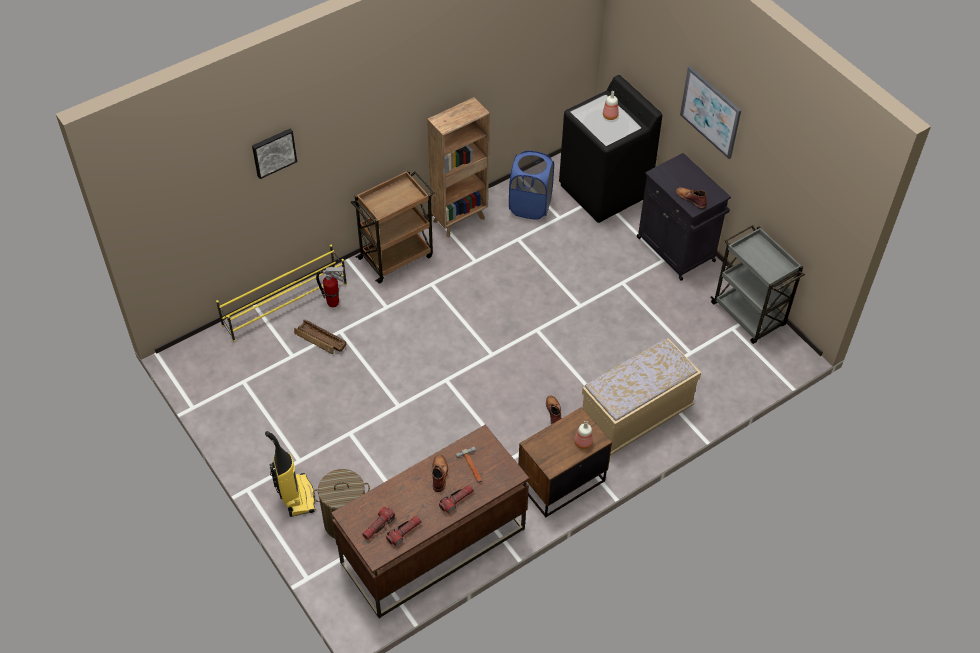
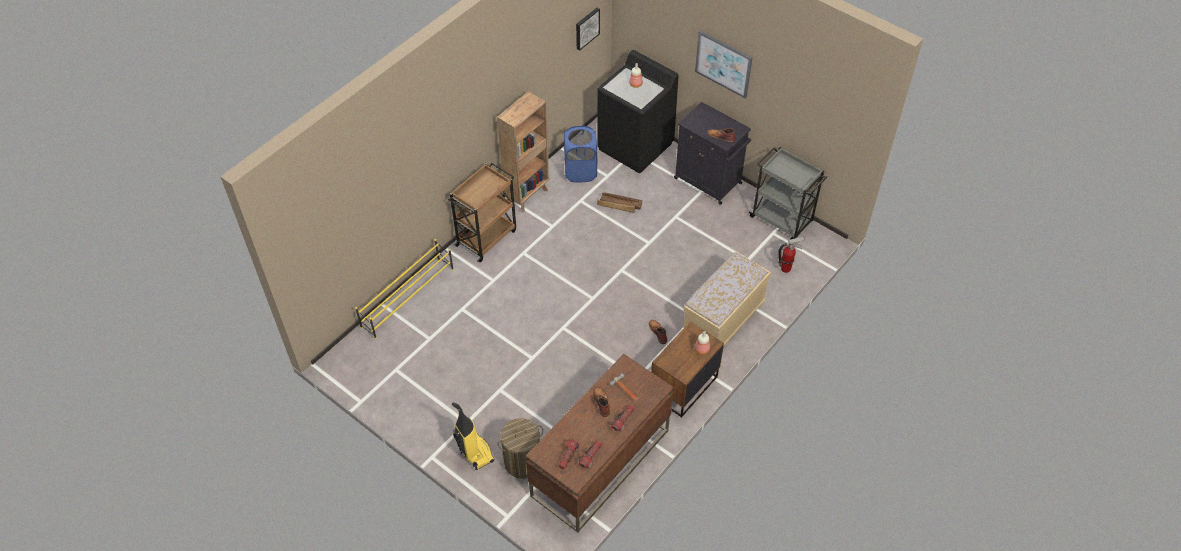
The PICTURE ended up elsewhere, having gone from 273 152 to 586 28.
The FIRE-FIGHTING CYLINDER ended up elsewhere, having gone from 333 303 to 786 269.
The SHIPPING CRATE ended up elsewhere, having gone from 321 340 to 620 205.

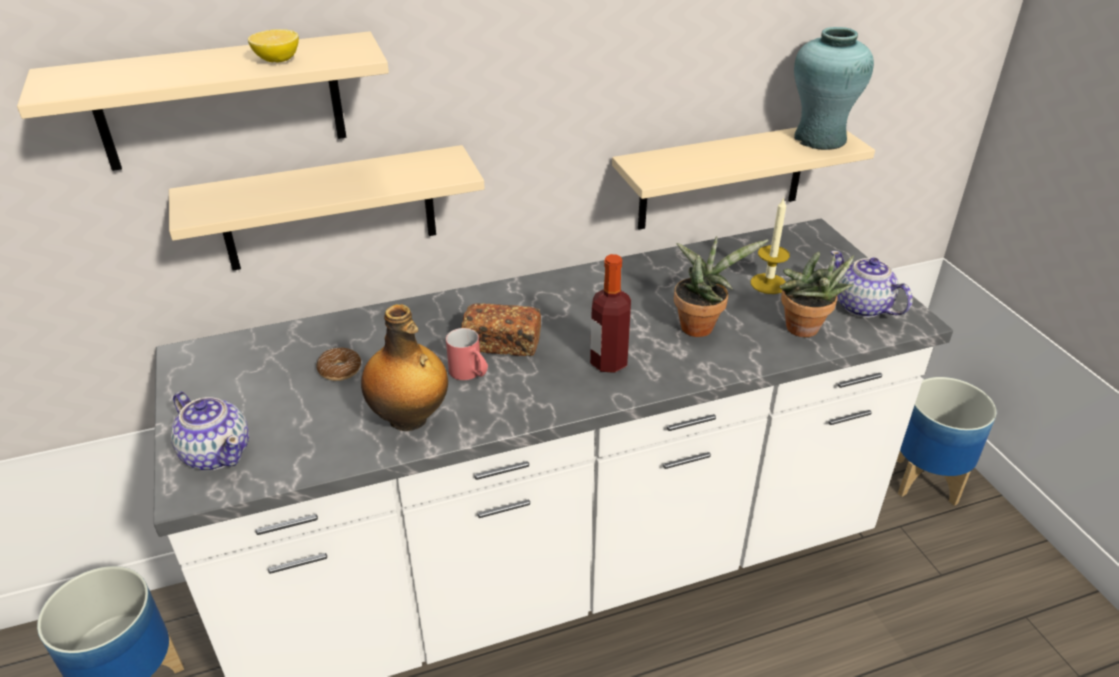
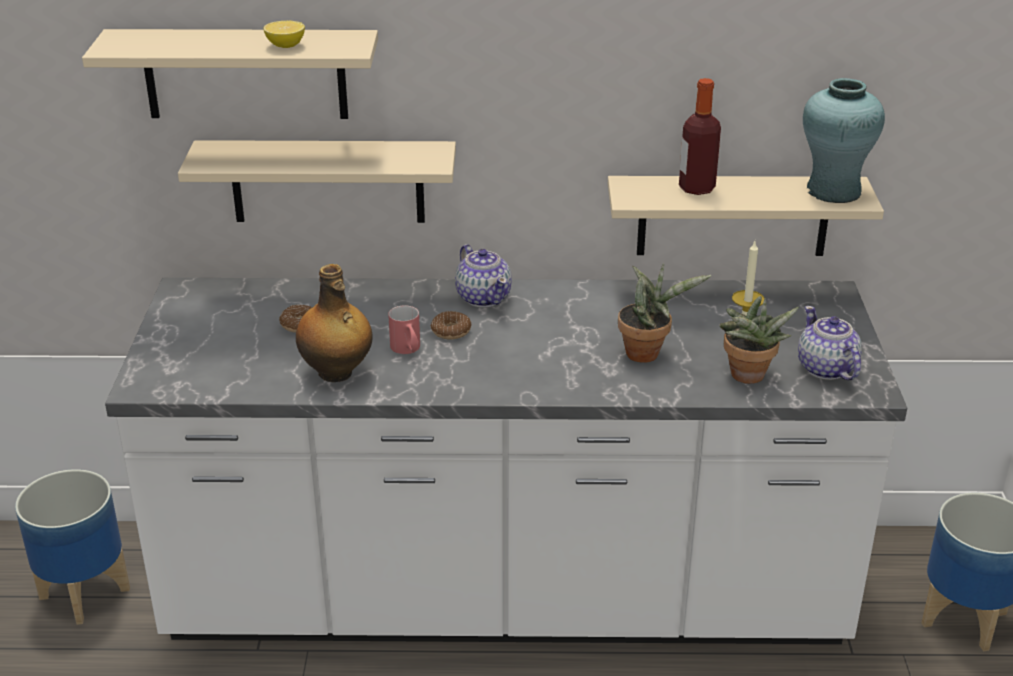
The BOTTLE ended up elsewhere, having gone from 608 362 to 696 188.
Where the BAKERY BREAD stood at 502 343, the DONUT came to stand at 451 331.
The TEA POT ended up elsewhere, having gone from 217 452 to 483 297.

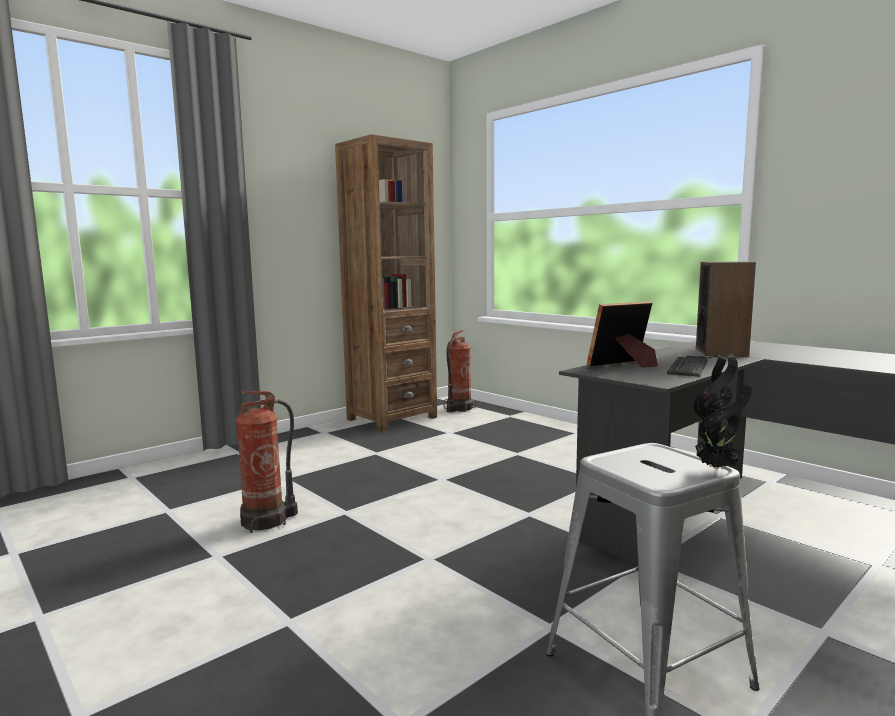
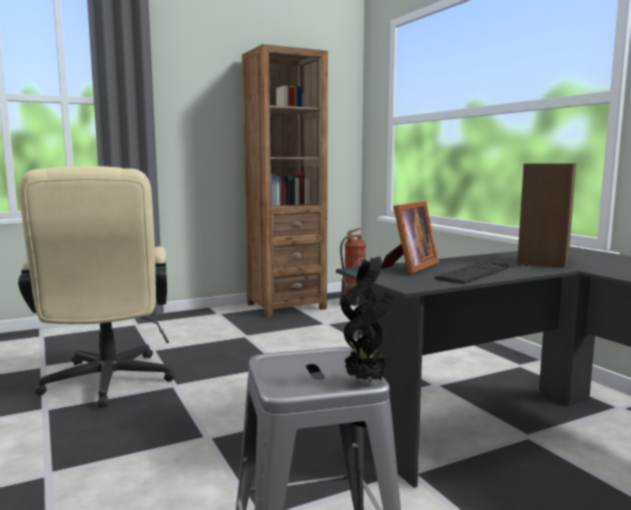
The PHOTO FRAME at 624 365 ended up facing another way, 135 degrees clockwise from before.
Where the FIRE-FIGHTING CYLINDER stood at 267 521, the BEIGE-COLOURED OFFICE CHAIR came to stand at 107 385.

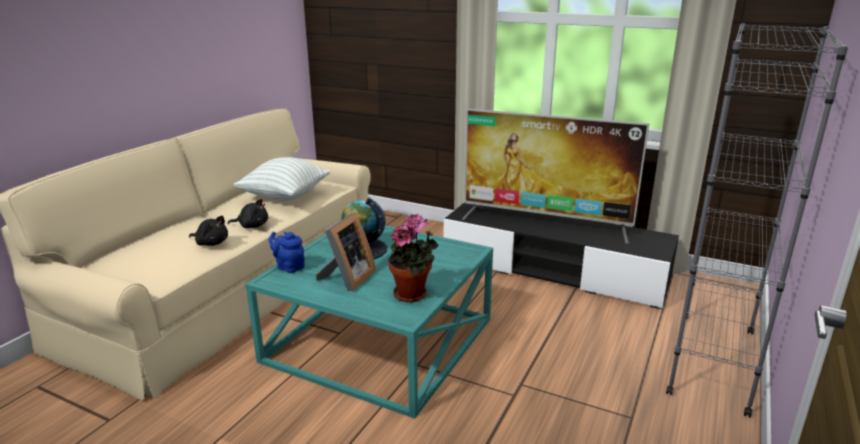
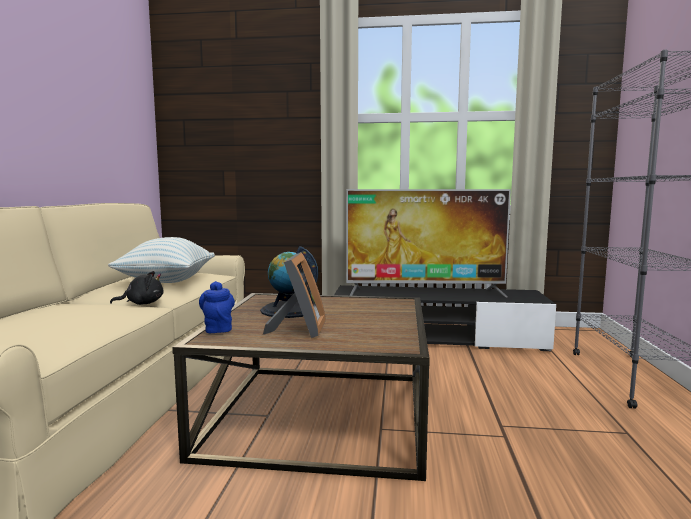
The second view lost the POTTED PLANT at 413 294.
The second view lost the BLACK-COLOURED PLUSH TOY at 211 243.
What was the TURQUOISE LOUNGE TABLE at 378 339 turned into the BROWN LOUNGE TABLE at 318 413.
The BLUE TEA POT at 289 267 ended up facing another way, 60 degrees clockwise from before.

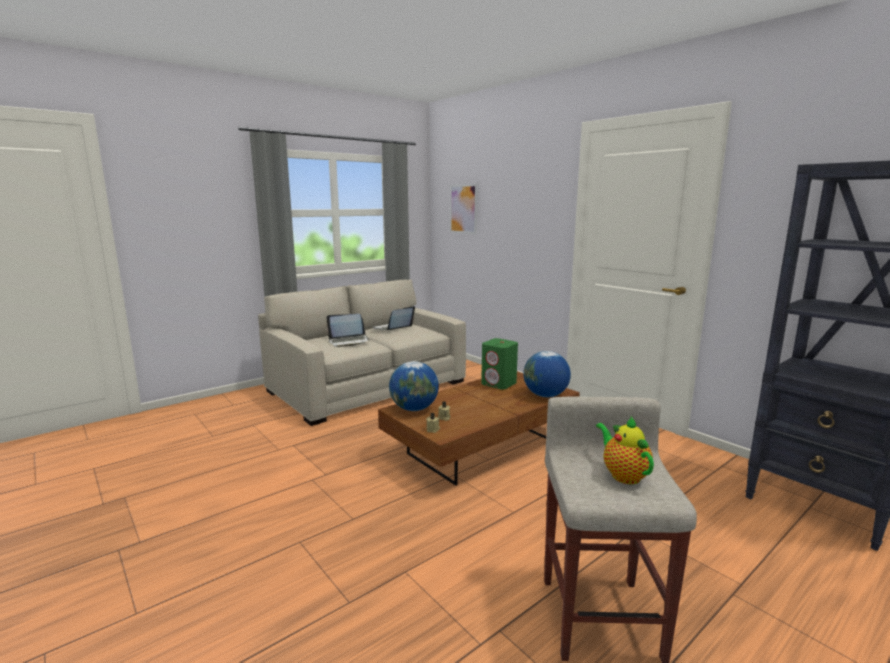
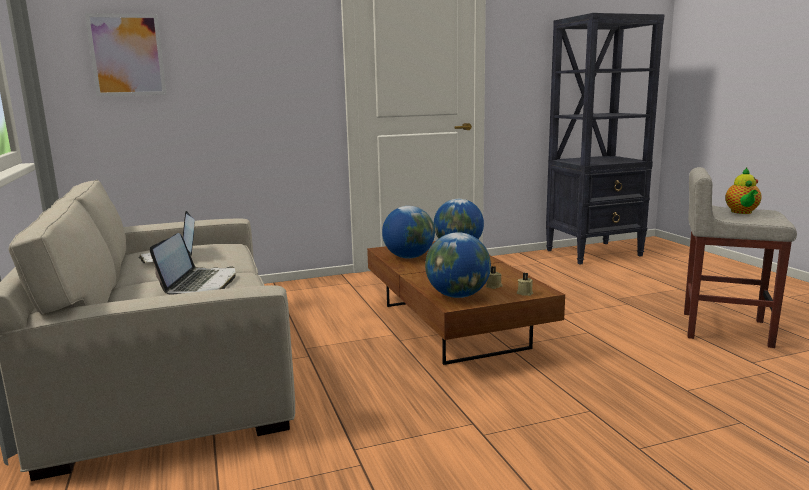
Where the GREEN SPEAKER stood at 499 384, the WORLD GLOBE came to stand at 409 257.
The TEA POT at 623 475 ended up facing another way, 75 degrees counterclockwise from before.

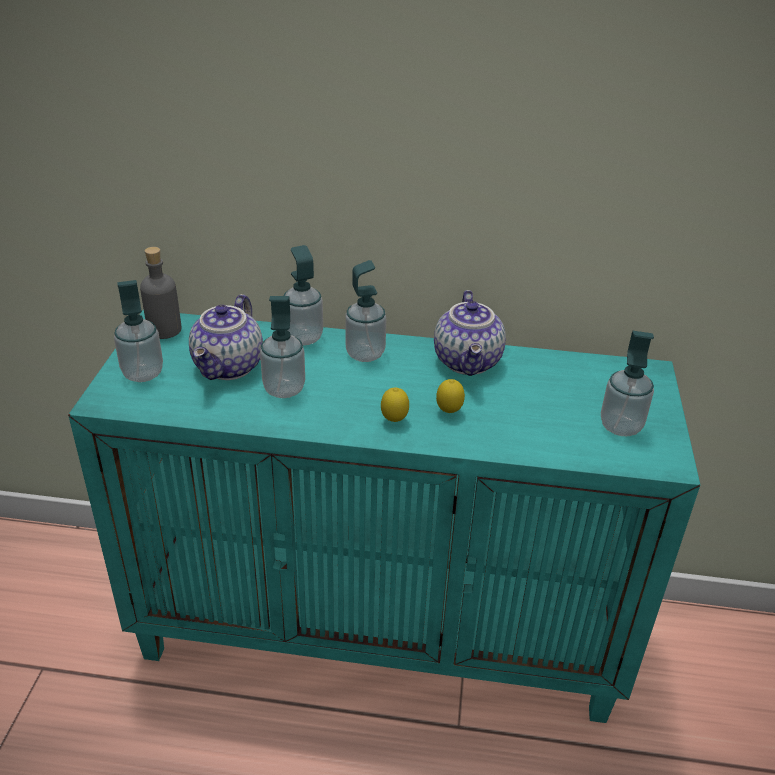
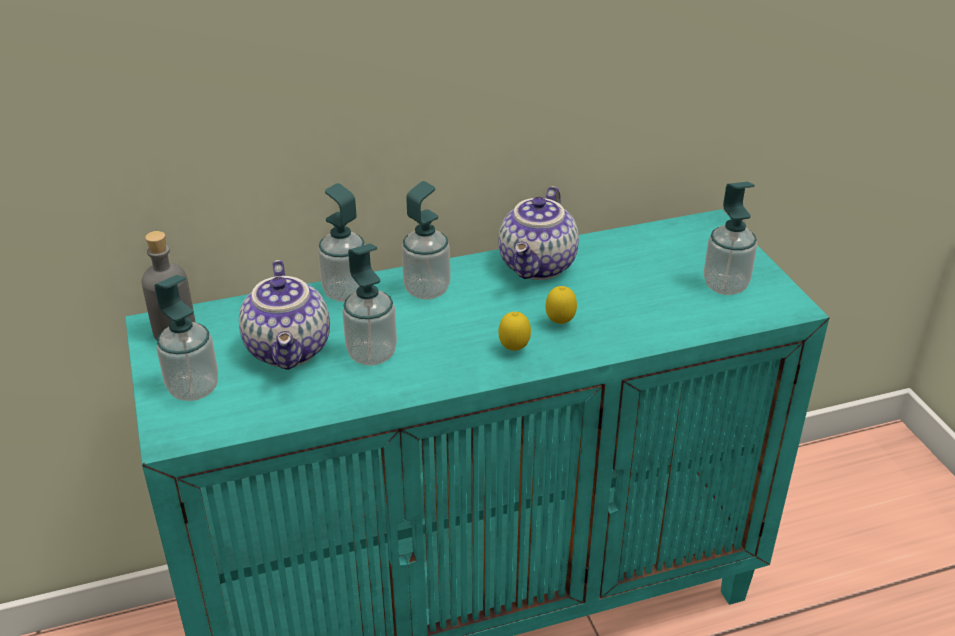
The TEA POT at 469 362 ended up facing another way, 45 degrees clockwise from before.

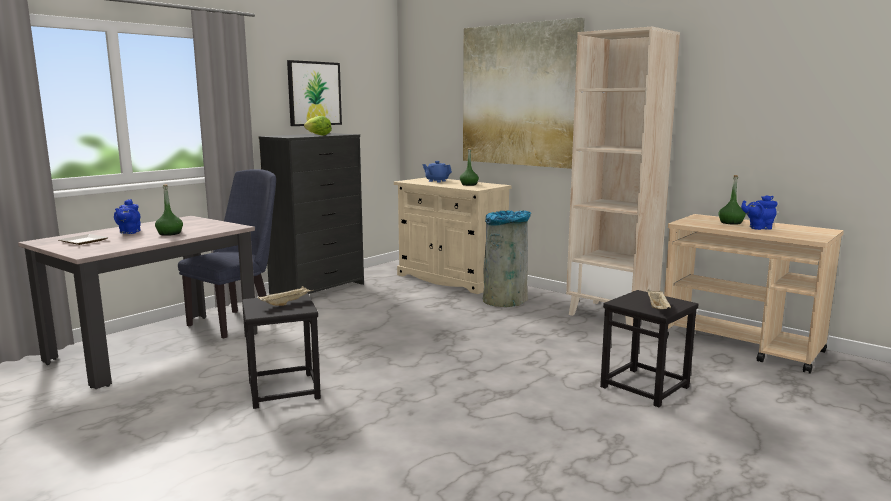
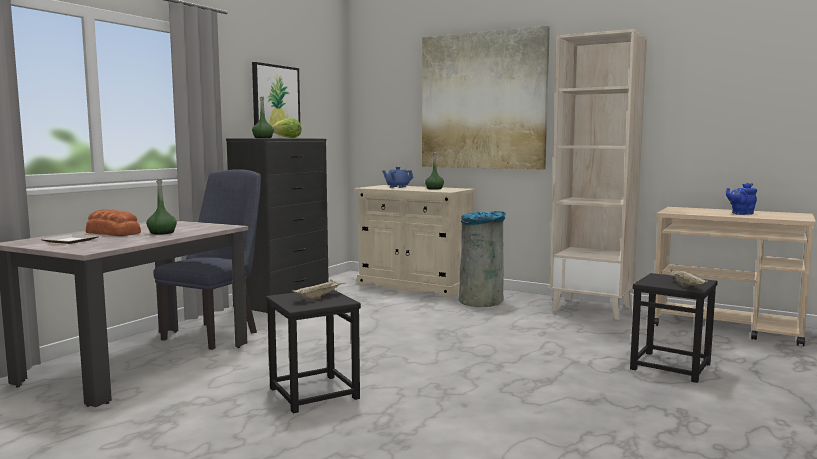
The GREEN BOTTLE ended up elsewhere, having gone from 731 223 to 263 138.
Where the BLUE TEA POT stood at 129 232, the BAKERY BREAD came to stand at 113 233.

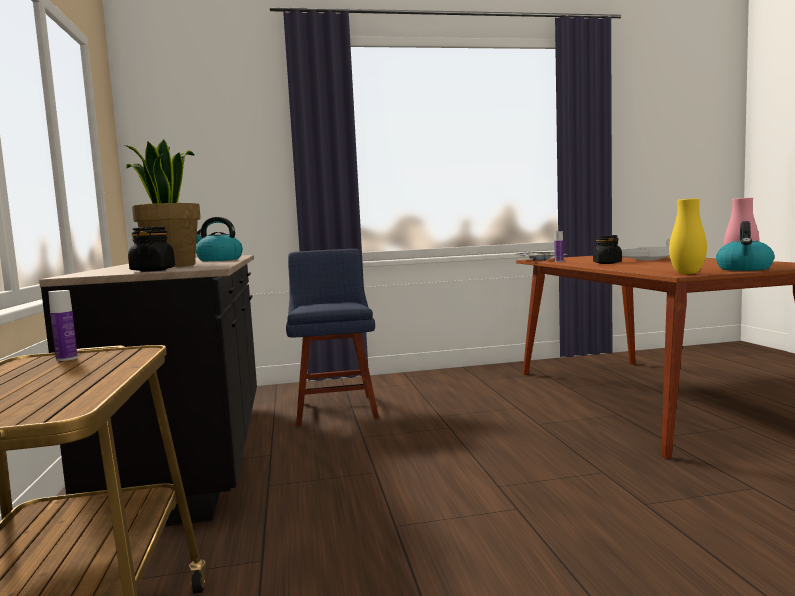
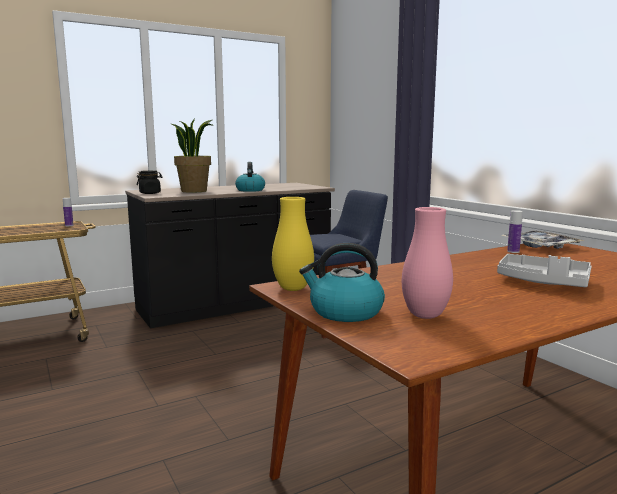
The second view lost the BLACK-COLOURED JAR at 607 263.

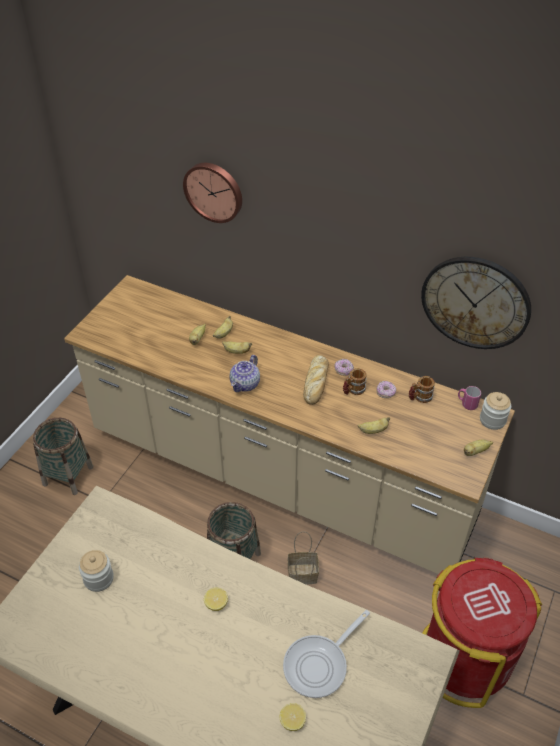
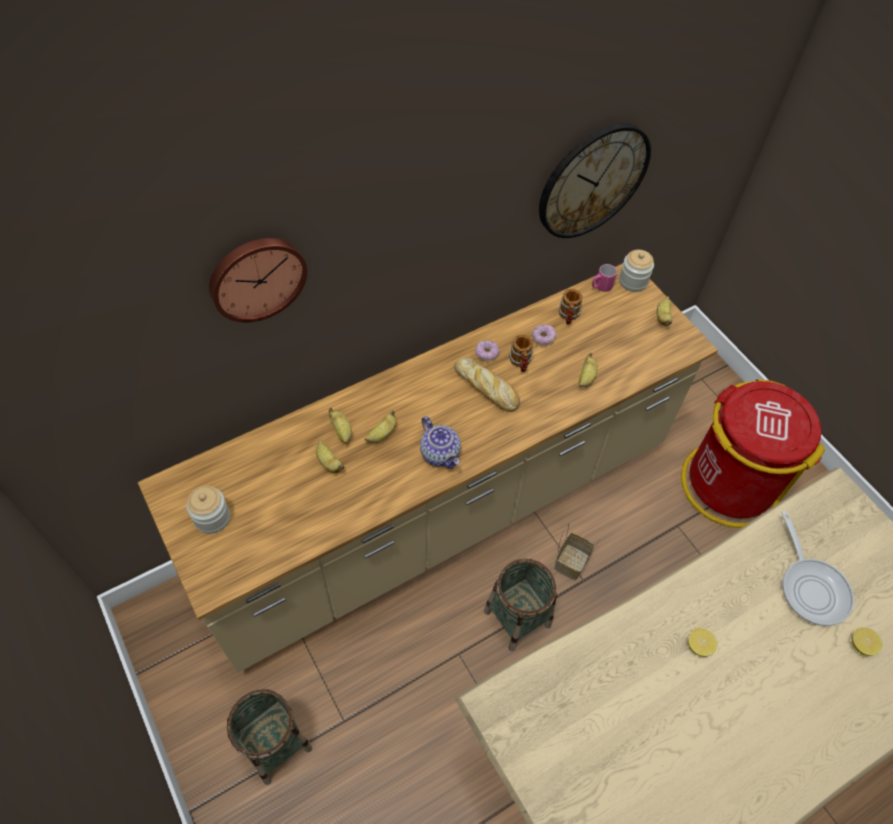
The JAR ended up elsewhere, having gone from 98 578 to 212 518.

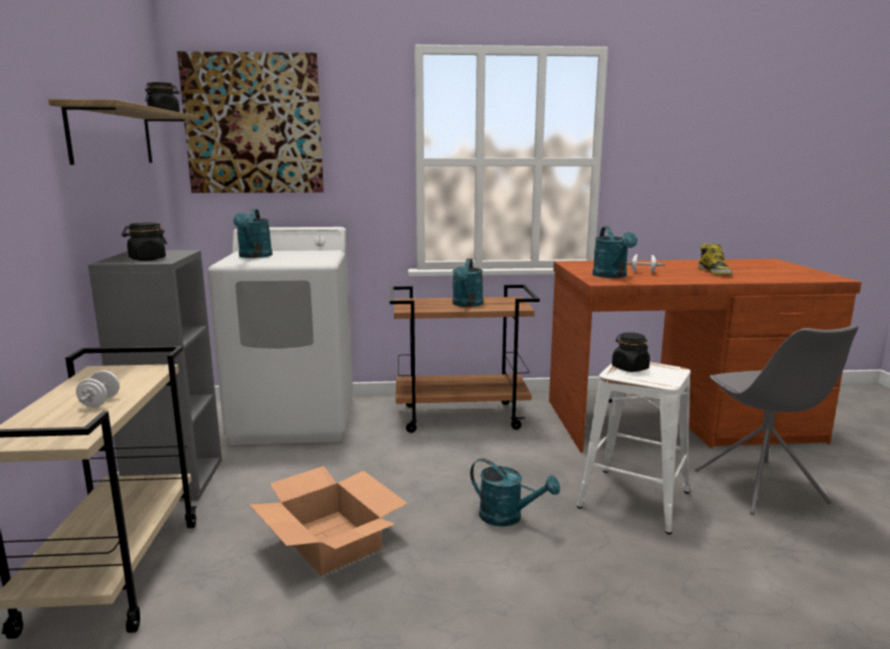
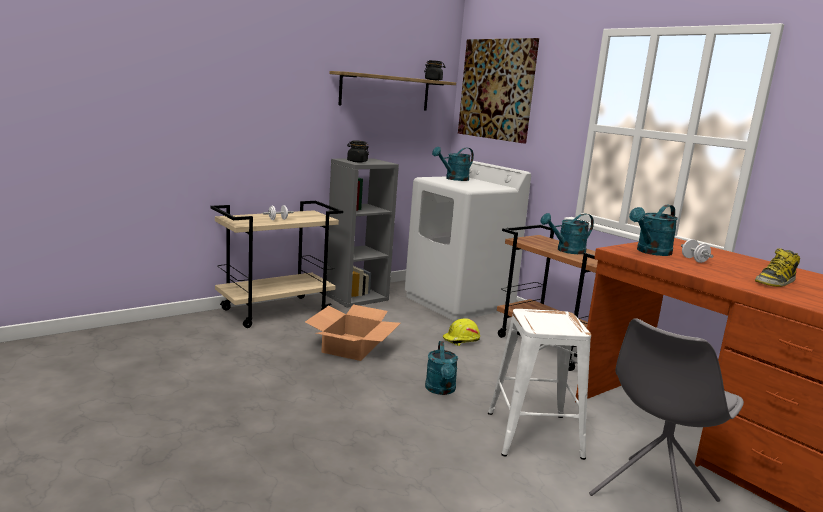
The second view lost the BLACK-COLOURED JAR at 629 368.
The second view gained the YELLOWISH HARD HAT at 461 340.

